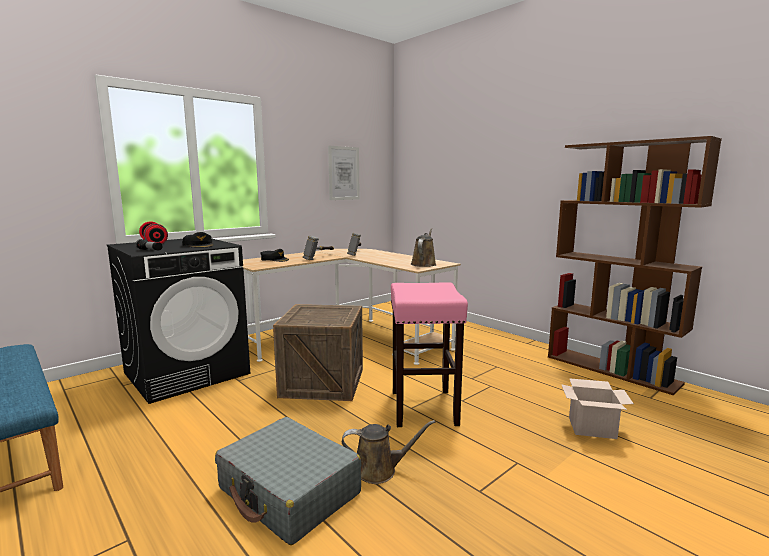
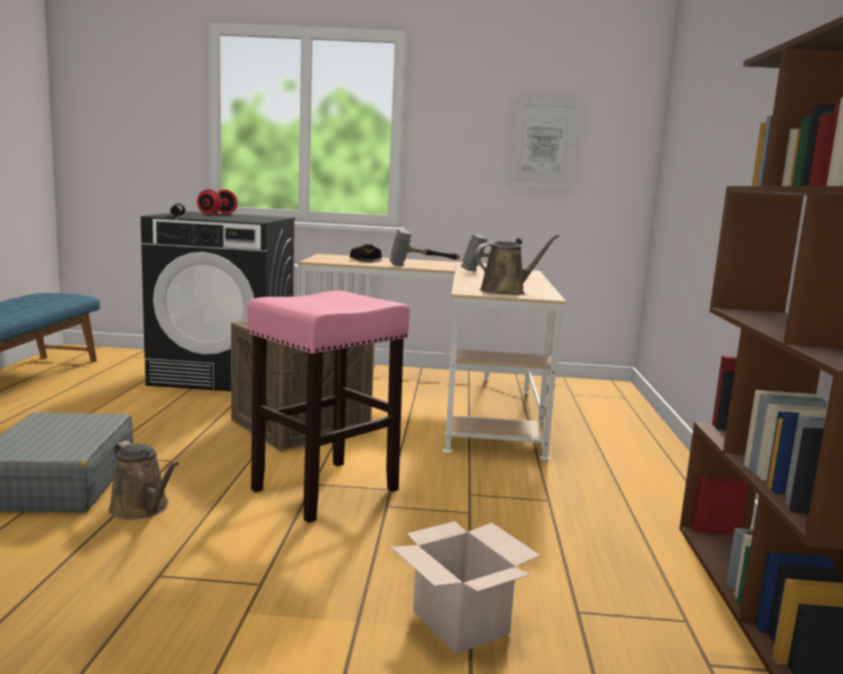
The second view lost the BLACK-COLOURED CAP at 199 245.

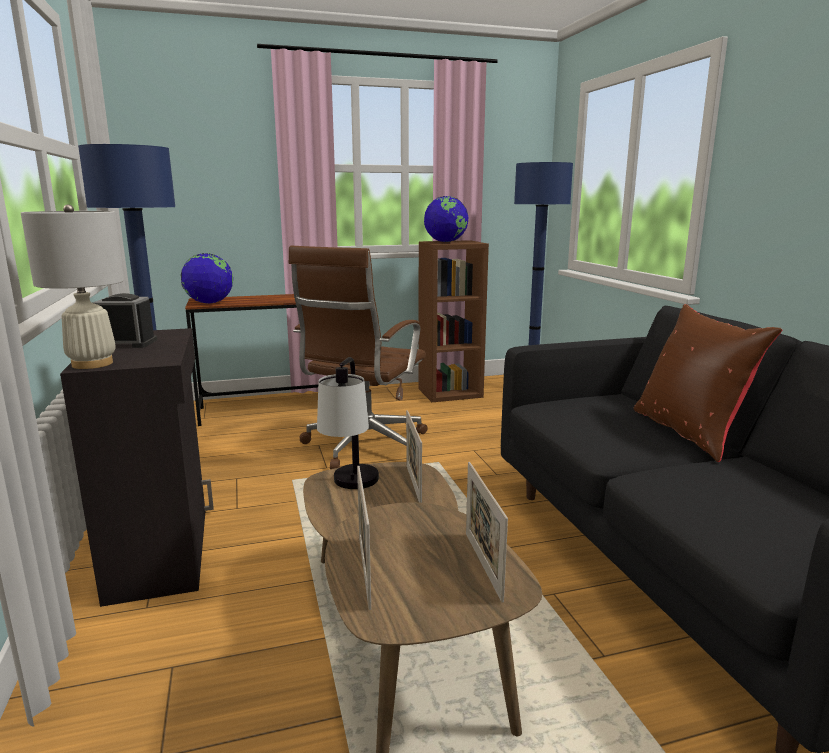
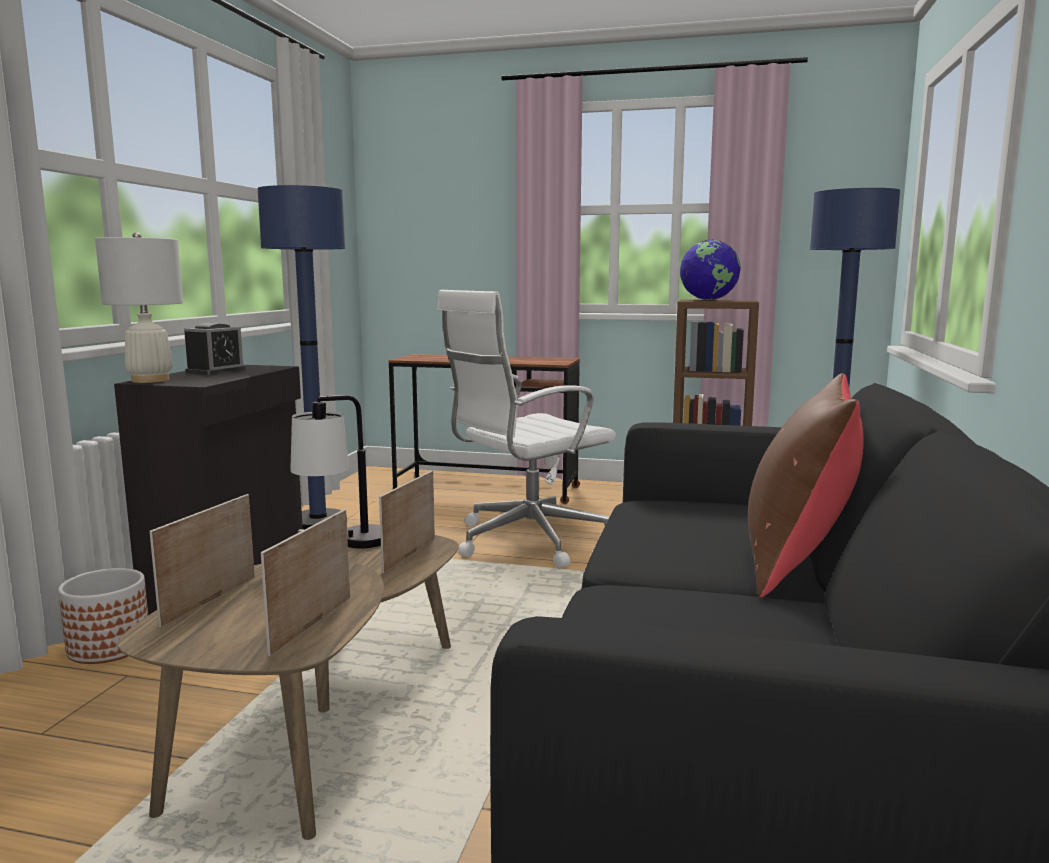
What was the BROWN OFFICE CHAIR at 364 447 turned into the WHITISH OFFICE CHAIR at 526 540.
The second view lost the WORLD GLOBE at 209 303.
The ALARM CLOCK at 126 343 ended up facing another way, 90 degrees clockwise from before.
The second view gained the PLANTER at 109 646.

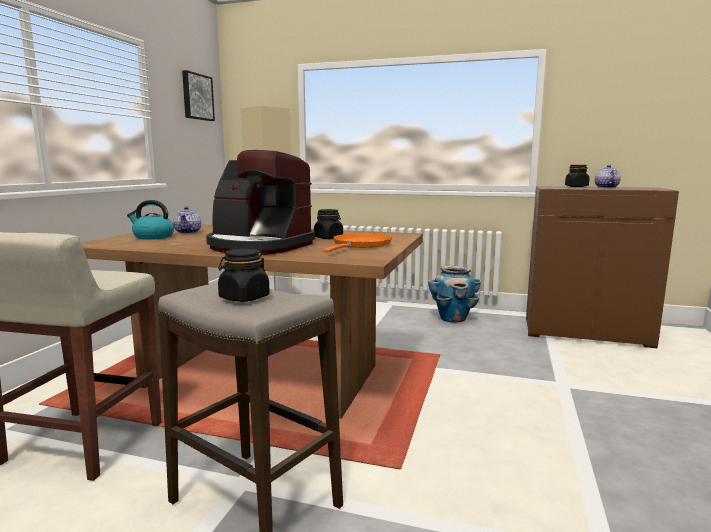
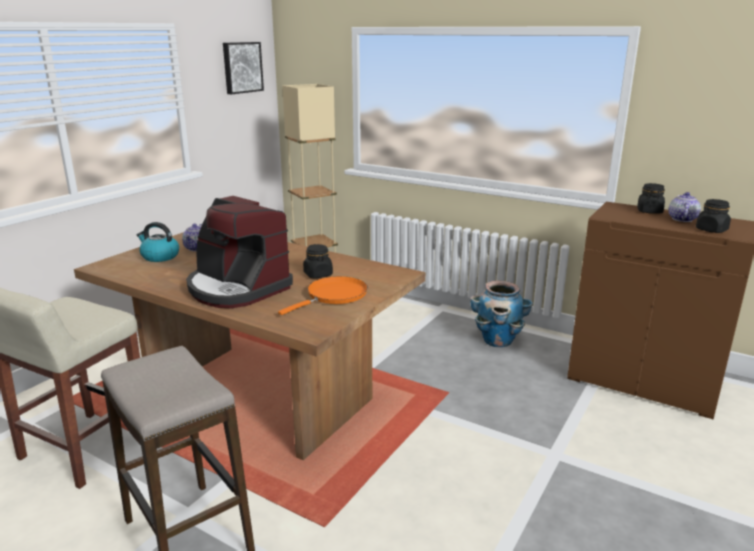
The BLACK-COLOURED JAR ended up elsewhere, having gone from 244 298 to 711 230.

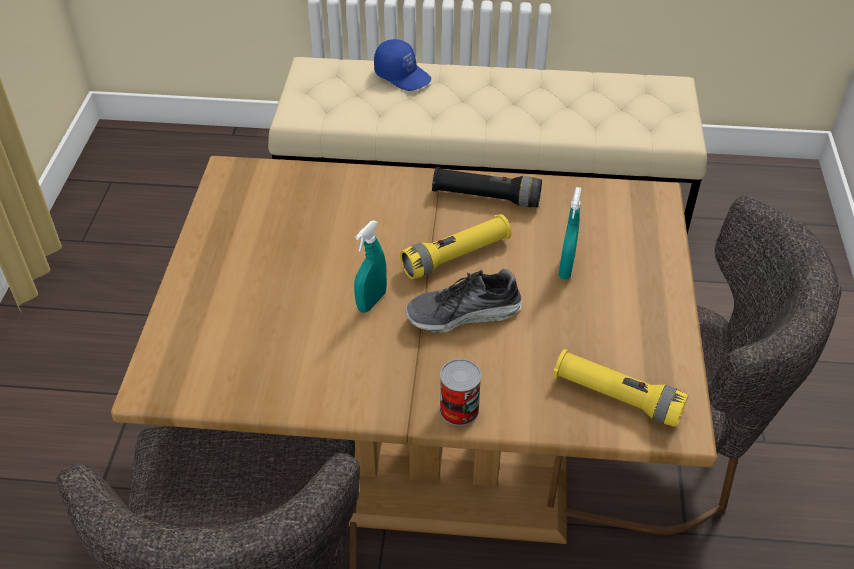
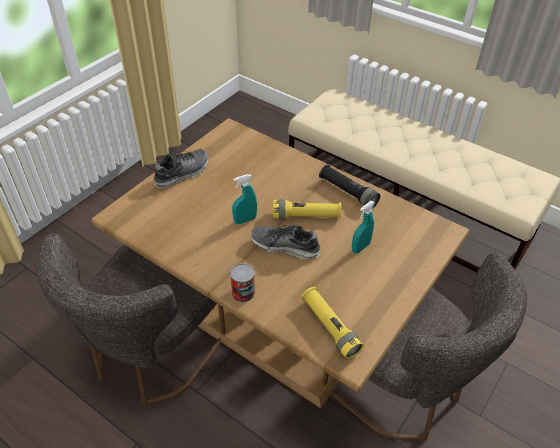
The second view lost the BLUE CAP at 403 75.
The second view gained the LOW SHOE at 182 173.

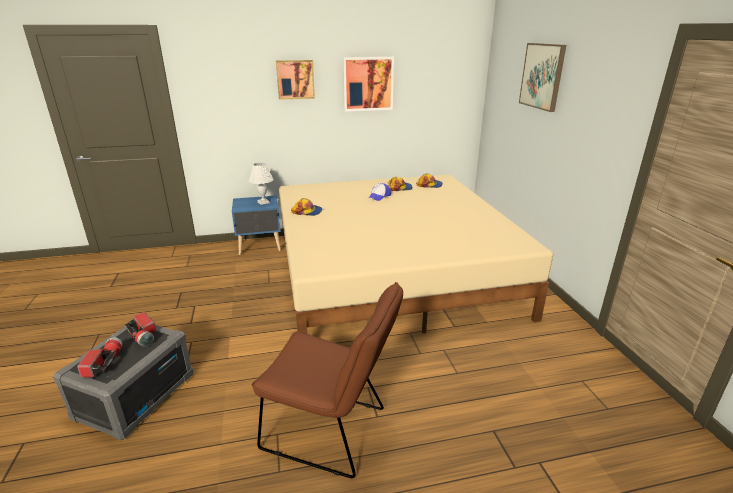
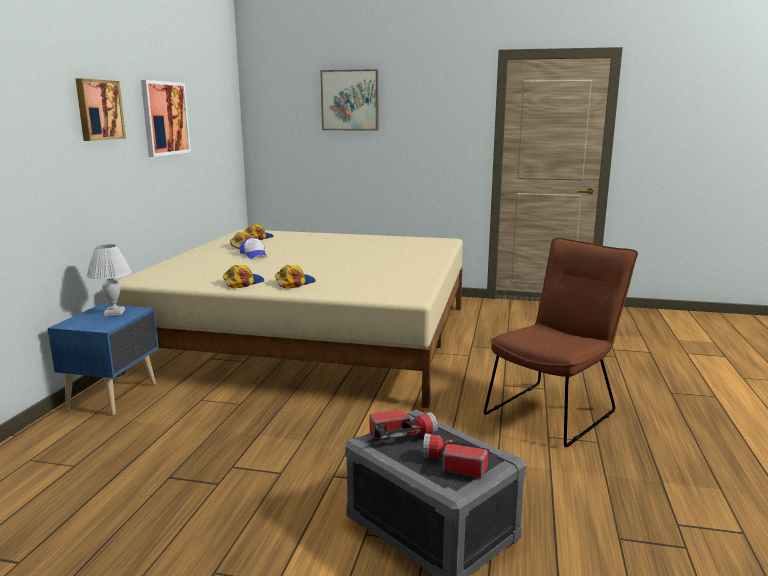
The second view gained the CAP at 295 283.

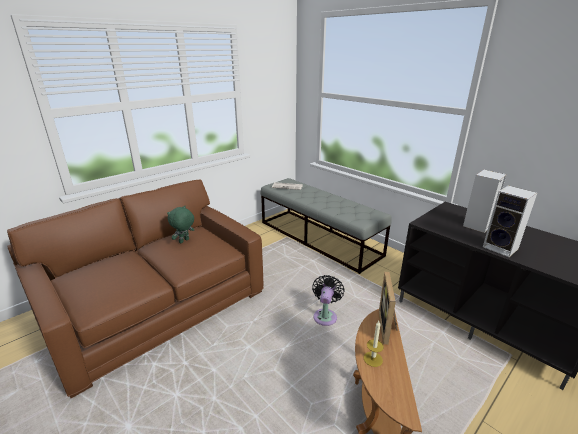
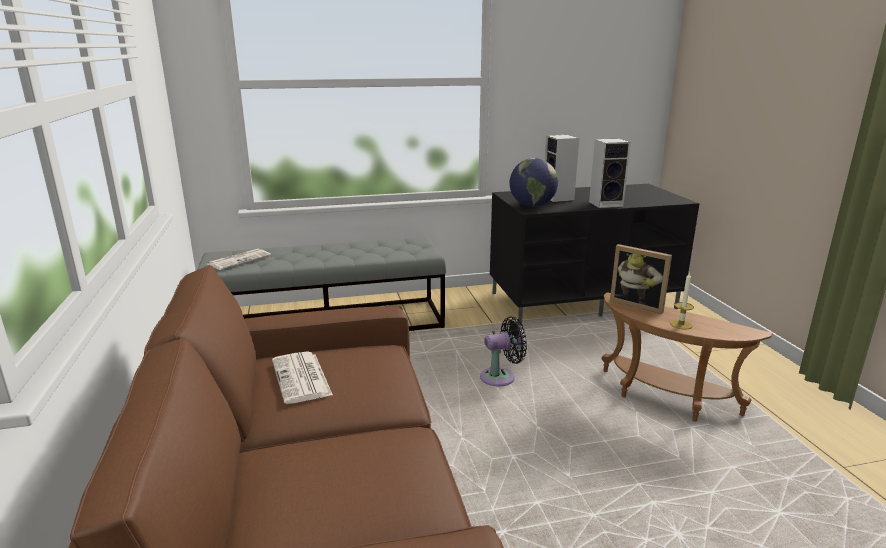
Where the GREEN PLUSH TOY stood at 184 241, the DAILY PAPER came to stand at 302 378.
The BLACK-COLOURED COOLING FAN at 325 315 ended up facing another way, 120 degrees clockwise from before.
The second view gained the WORLD GLOBE at 532 206.

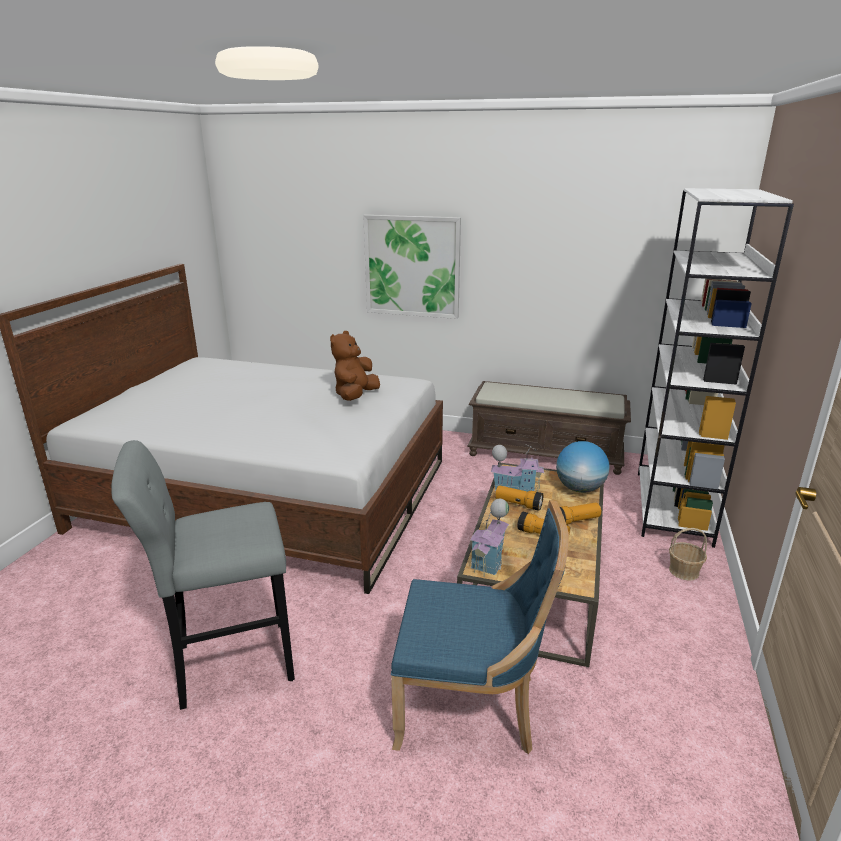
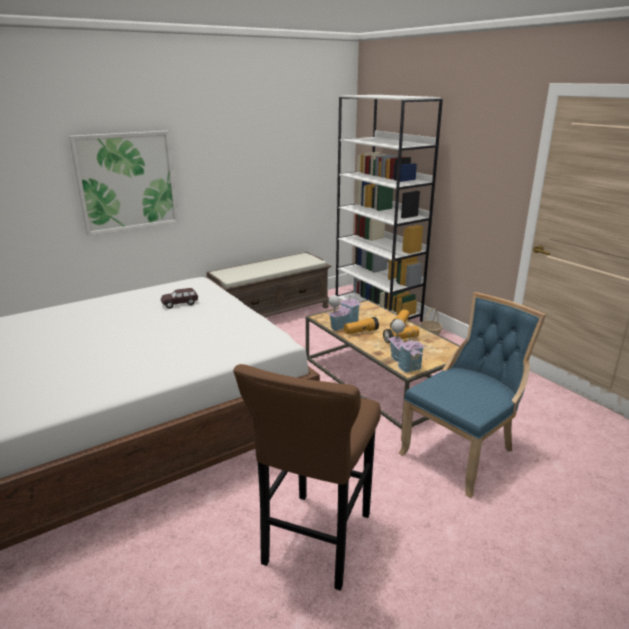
Where the BROWN PLUSH TOY stood at 355 396, the BROWN TOY CAR came to stand at 180 304.
What was the GREY SITTING STOOL at 228 664 turned into the BROWN SITTING STOOL at 315 543.
The second view lost the WORLD GLOBE at 580 489.

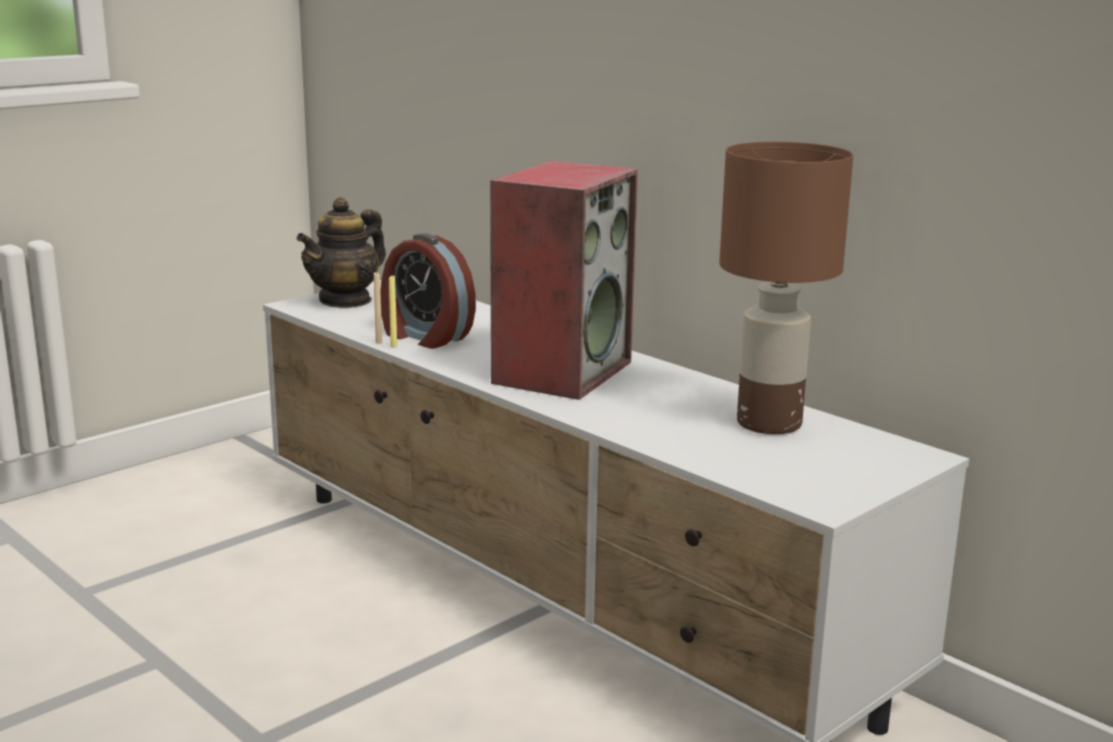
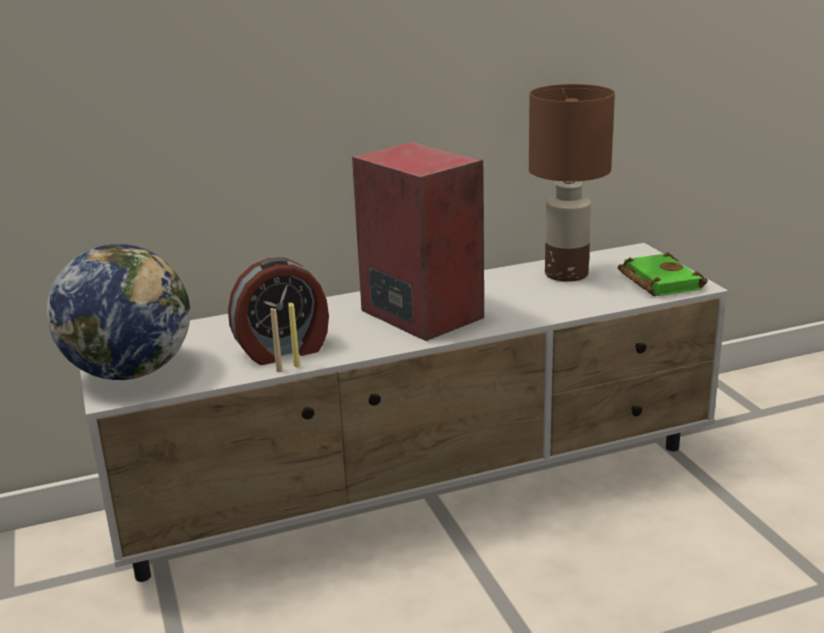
Where the TEA POT stood at 345 300, the WORLD GLOBE came to stand at 130 371.
The second view gained the GREEN VOLUME at 657 281.

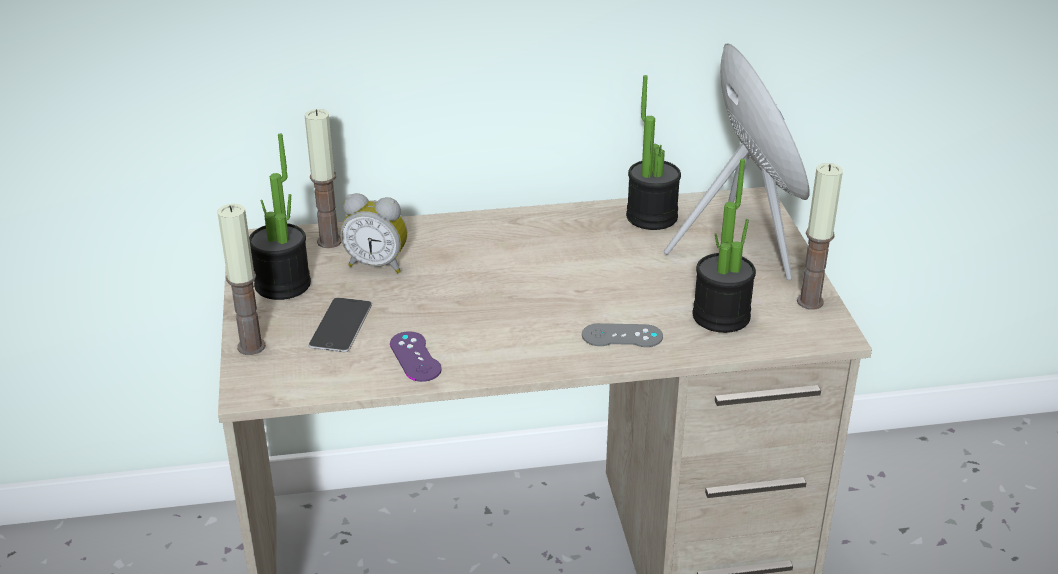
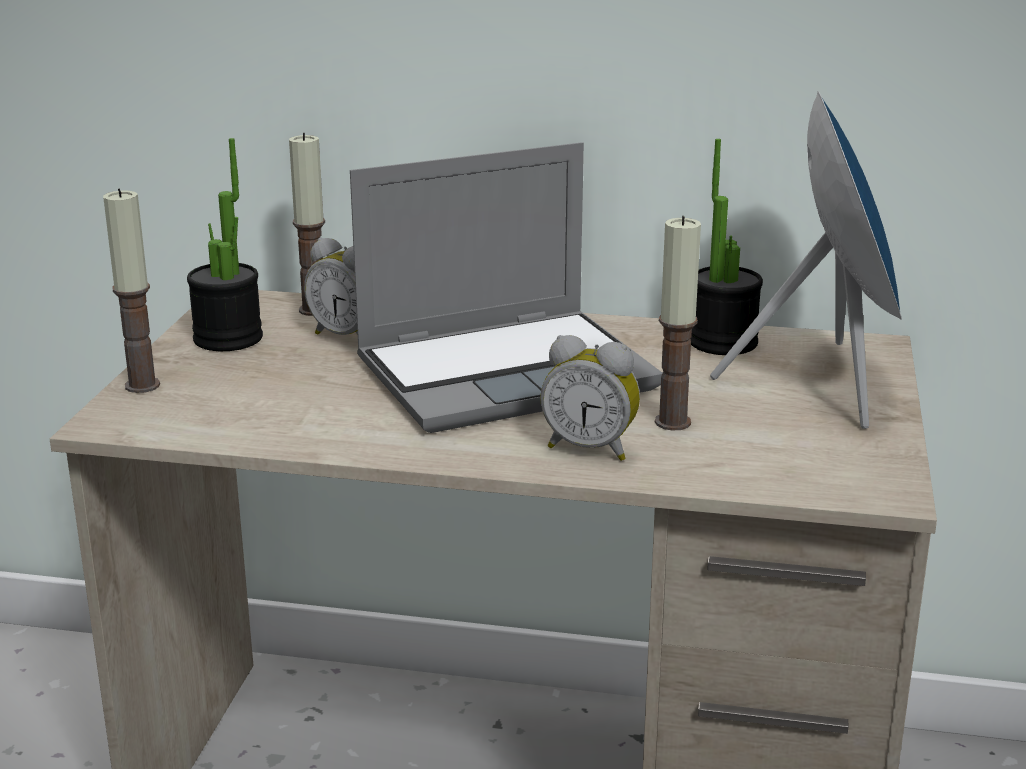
The second view lost the POTTED PLANT at 721 316.
The WAX CANDLE ended up elsewhere, having gone from 810 302 to 672 422.
The second view lost the HANDSET at 341 325.
Where the GREY GAME CONTROLLER stood at 622 336, the ALARM CLOCK came to stand at 590 448.
The second view lost the PURPLISH GAME CONTROLLER at 415 357.
The second view gained the LAPTOP at 508 373.

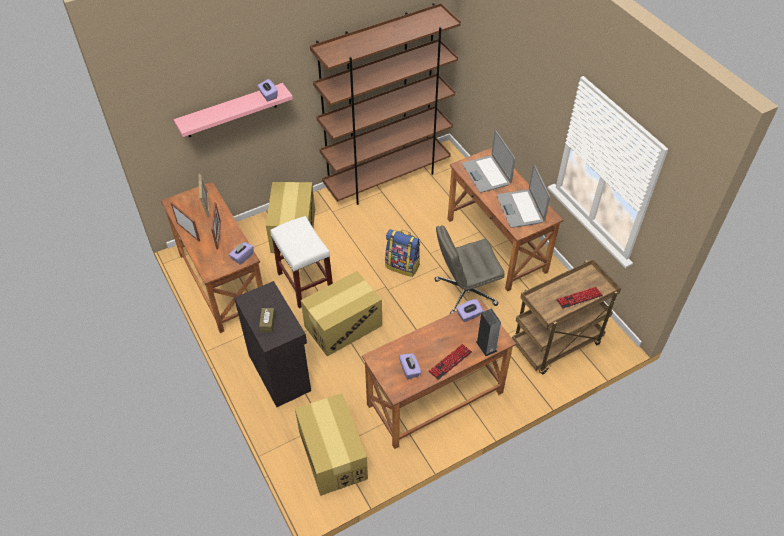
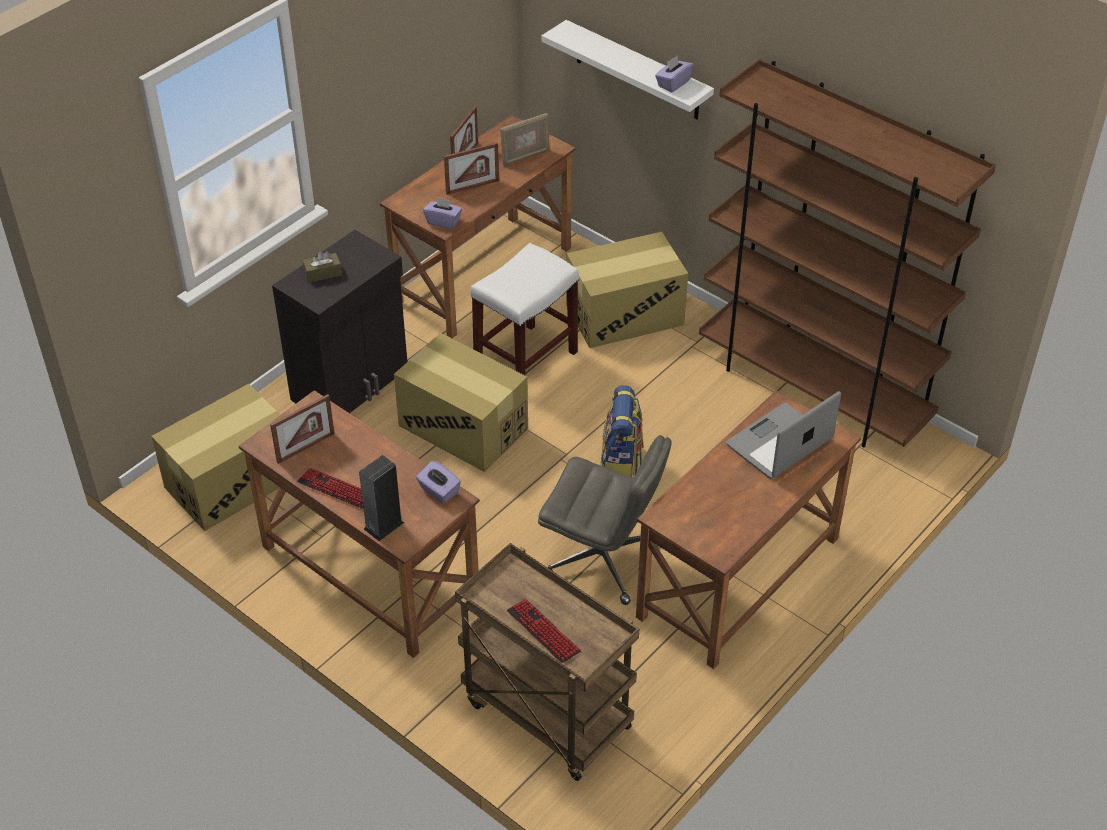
What was the PINK SHELF at 231 111 turned into the WHITISH SHELF at 637 71.
The second view lost the LAPTOP at 520 209.
The GREY OFFICE CHAIR at 465 293 ended up facing another way, 150 degrees clockwise from before.
Where the PURPLISH TISSUE HOLDER stood at 410 370, the PHOTO FRAME came to stand at 305 447.

